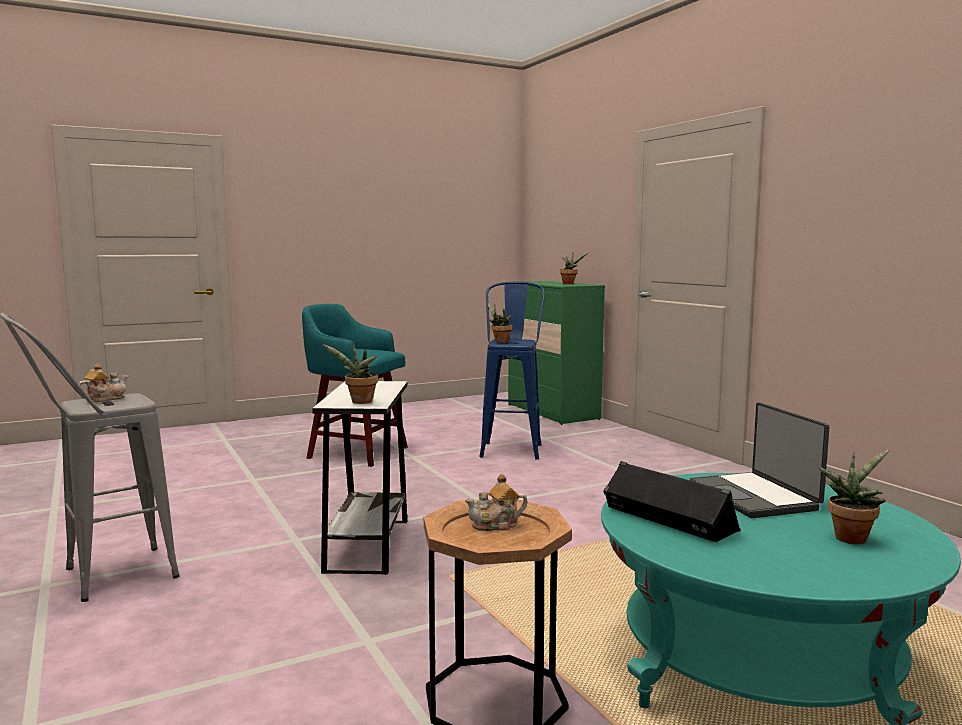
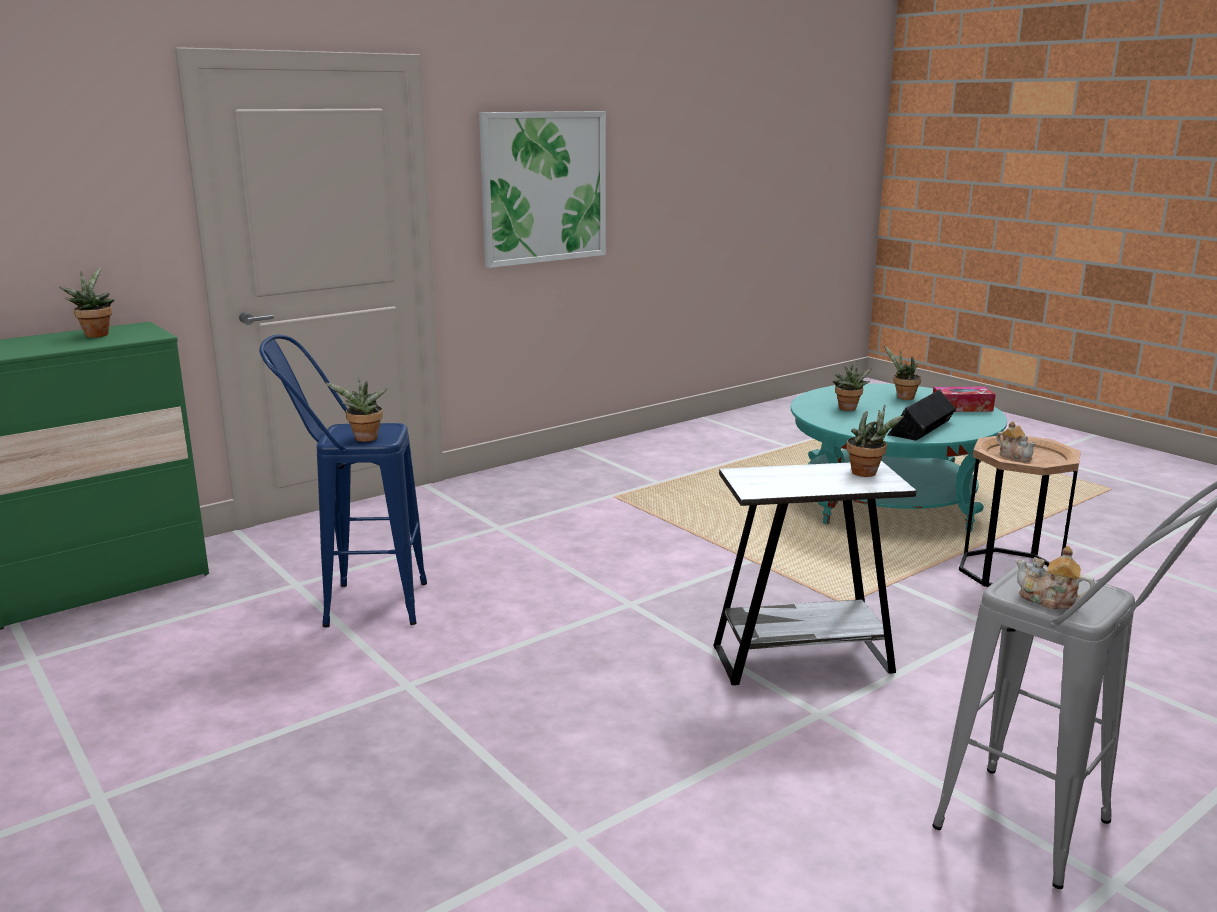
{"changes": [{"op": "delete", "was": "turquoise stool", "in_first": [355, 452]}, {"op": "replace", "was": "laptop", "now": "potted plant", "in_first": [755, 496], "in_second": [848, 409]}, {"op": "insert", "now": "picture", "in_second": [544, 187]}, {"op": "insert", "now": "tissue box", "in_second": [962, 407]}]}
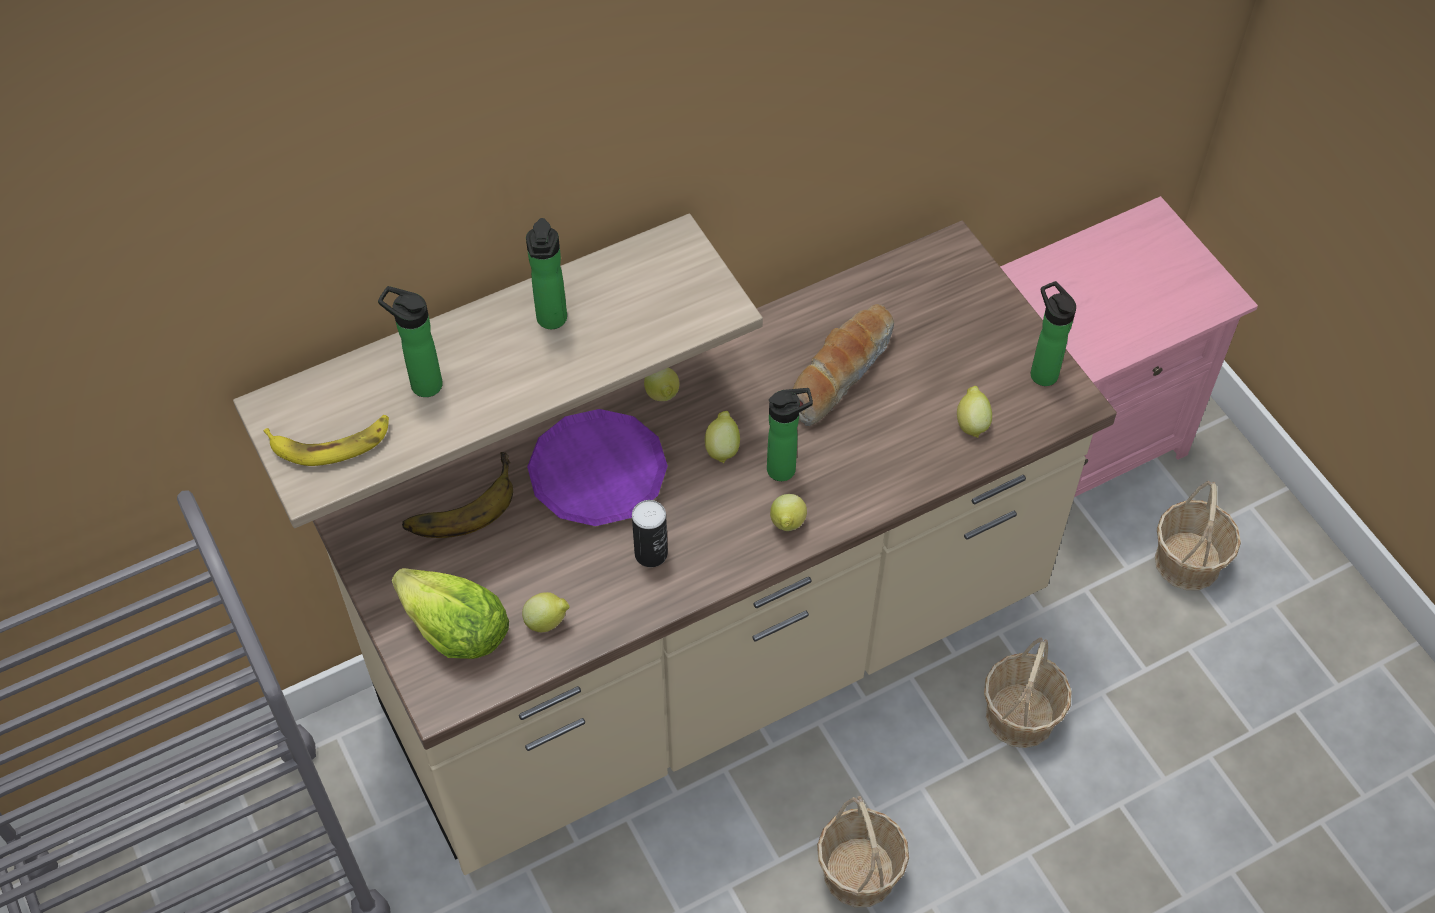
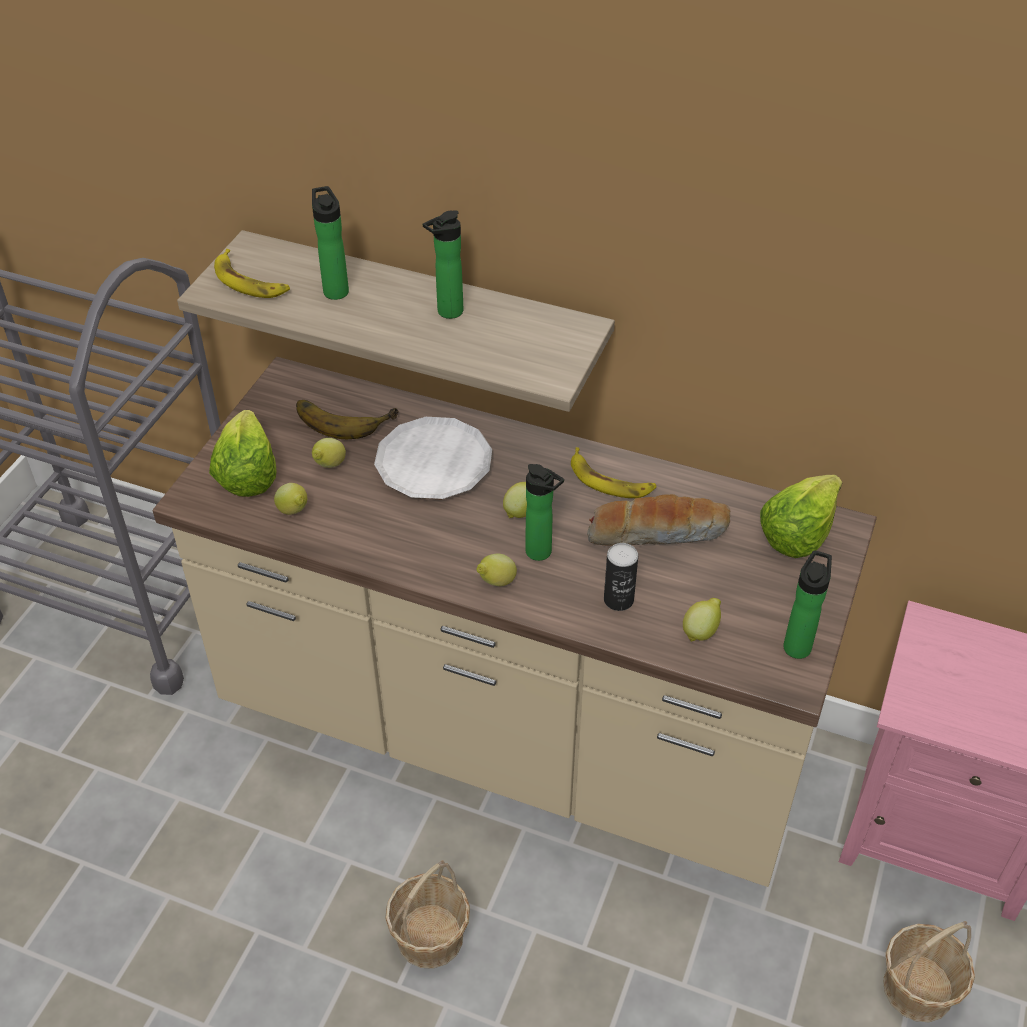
{"changes": [{"op": "move", "was": "lemon", "in_first": [663, 397], "in_second": [329, 466]}, {"op": "recolor", "was": "purple plate", "now": "white plate", "in_first": [598, 473], "in_second": [434, 464]}, {"op": "move", "was": "can", "in_first": [651, 553], "in_second": [618, 600]}, {"op": "delete", "was": "basket", "in_first": [1020, 715]}, {"op": "insert", "now": "banana", "in_second": [610, 480]}, {"op": "insert", "now": "lettuce", "in_second": [797, 532]}]}
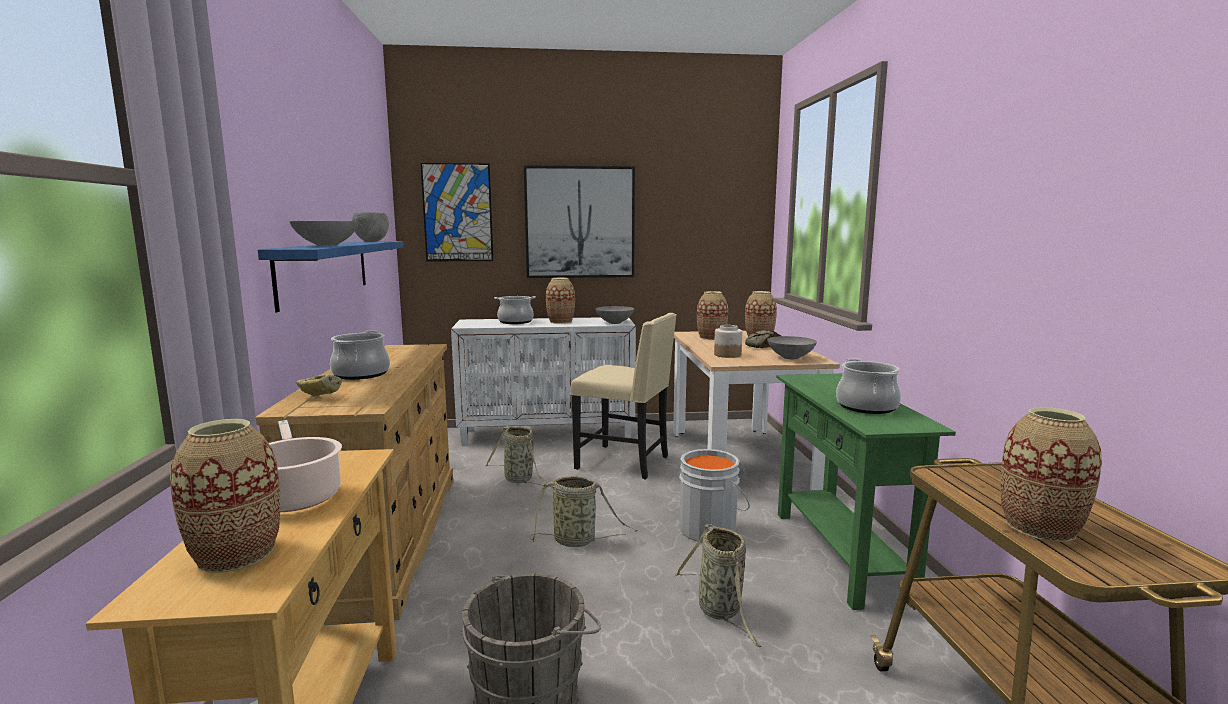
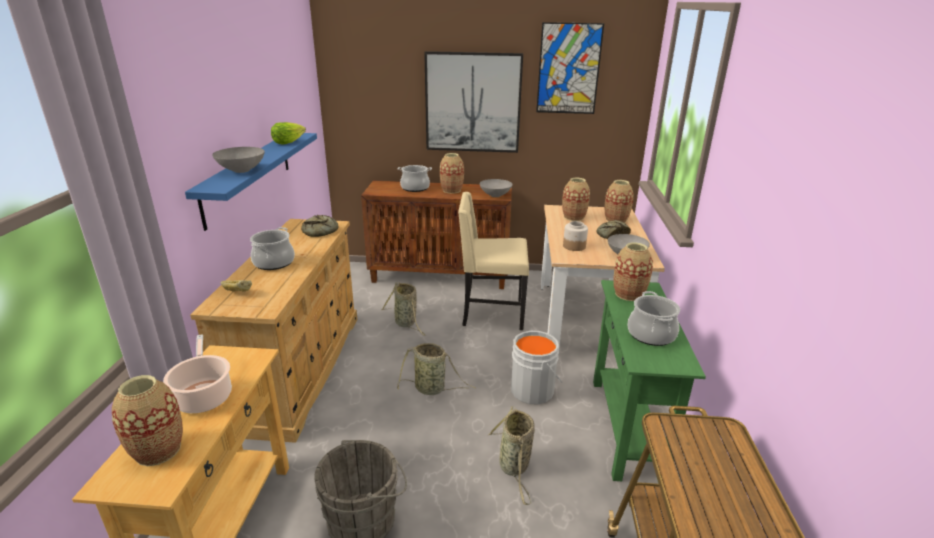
{"changes": [{"op": "move", "was": "picture", "in_first": [457, 213], "in_second": [568, 69]}, {"op": "replace", "was": "grey bowl", "now": "lettuce", "in_first": [372, 241], "in_second": [288, 142]}, {"op": "rotate", "was": "beige chair", "in_first": [625, 463], "in_second": [491, 314], "clockwise": 150}, {"op": "recolor", "was": "white cabinet", "now": "brown cabinet", "in_first": [548, 433], "in_second": [440, 276]}, {"op": "move", "was": "vase", "in_first": [1040, 527], "in_second": [628, 294]}, {"op": "insert", "now": "bread", "in_second": [321, 231]}]}
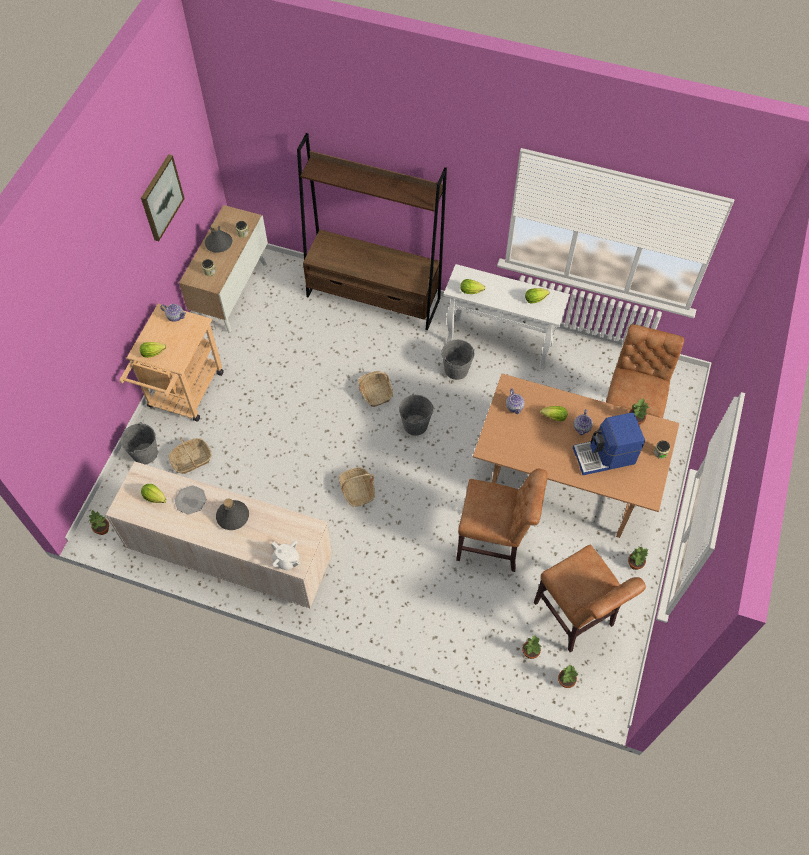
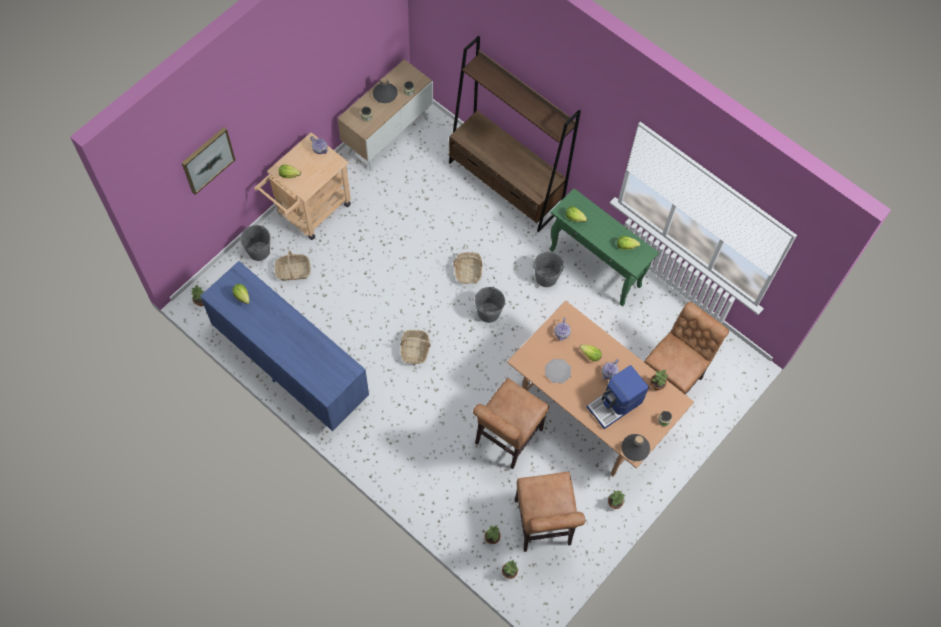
{"changes": [{"op": "move", "was": "picture", "in_first": [161, 197], "in_second": [207, 160]}, {"op": "recolor", "was": "white console table", "now": "green console table", "in_first": [500, 343], "in_second": [596, 268]}, {"op": "rotate", "was": "coffee machine", "in_first": [605, 456], "in_second": [615, 405], "clockwise": -45}, {"op": "recolor", "was": "beige dresser", "now": "blue dresser", "in_first": [230, 557], "in_second": [290, 364]}, {"op": "rotate", "was": "brown chair", "in_first": [494, 543], "in_second": [506, 439], "clockwise": 90}, {"op": "move", "was": "plate", "in_first": [190, 500], "in_second": [558, 371]}, {"op": "move", "was": "grey bottle", "in_first": [232, 516], "in_second": [635, 448]}, {"op": "delete", "was": "white teapot", "in_first": [286, 560]}]}
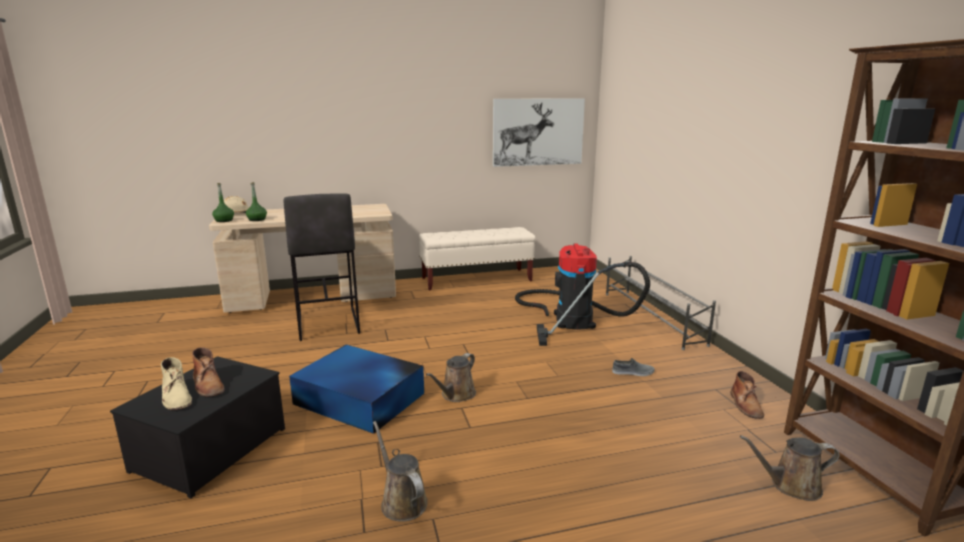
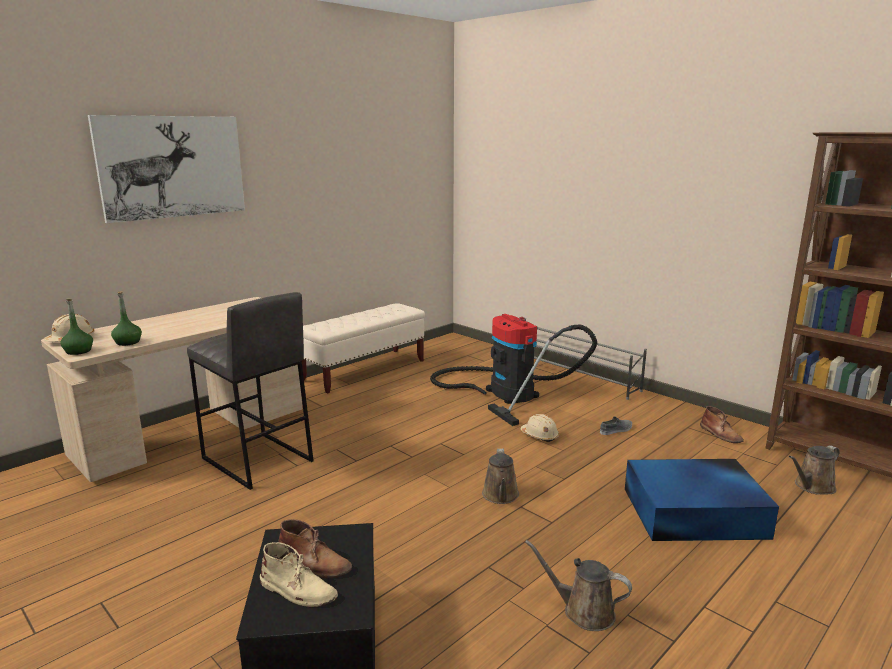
{"changes": [{"op": "move", "was": "picture", "in_first": [538, 132], "in_second": [172, 167]}, {"op": "move", "was": "blue storage box", "in_first": [360, 399], "in_second": [696, 513]}, {"op": "insert", "now": "beige hard hat", "in_second": [540, 435]}]}
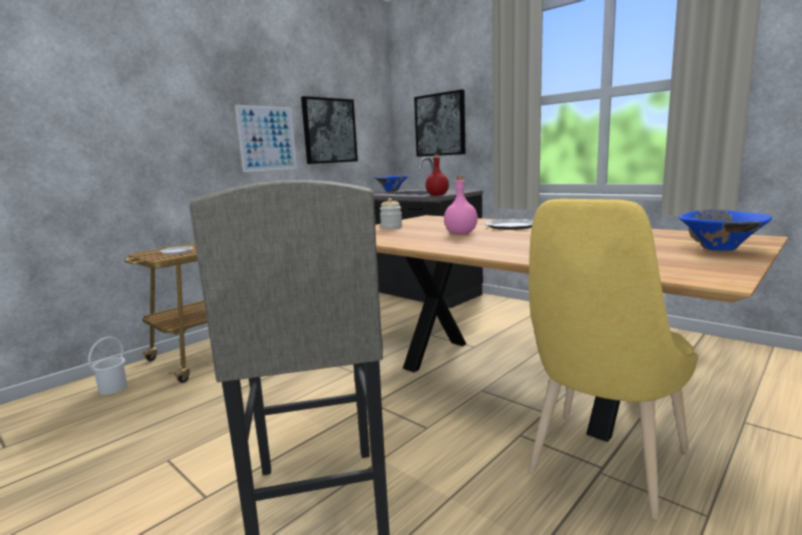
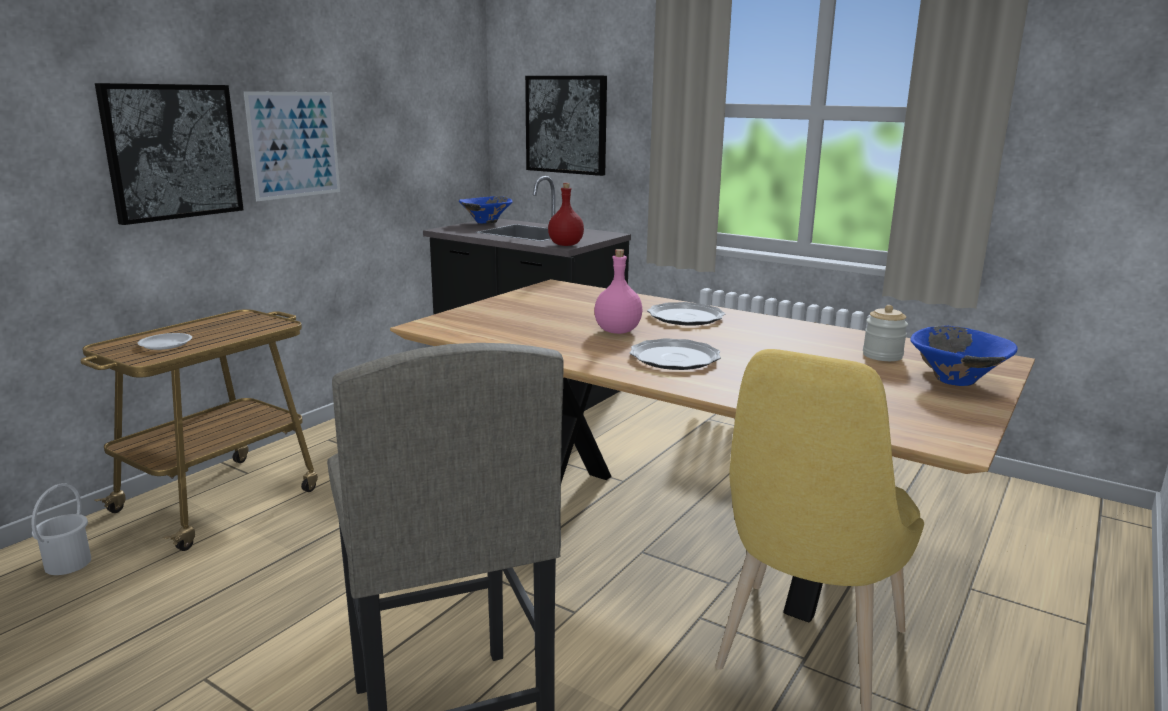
{"changes": [{"op": "move", "was": "picture", "in_first": [329, 131], "in_second": [172, 151]}, {"op": "move", "was": "jar", "in_first": [391, 227], "in_second": [882, 356]}, {"op": "insert", "now": "plate", "in_second": [675, 358]}]}
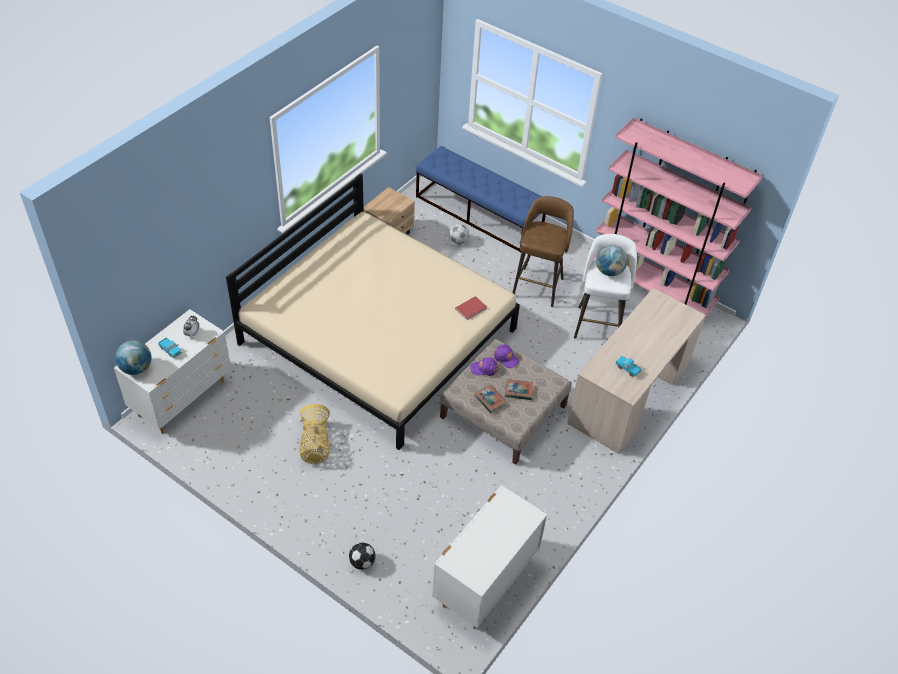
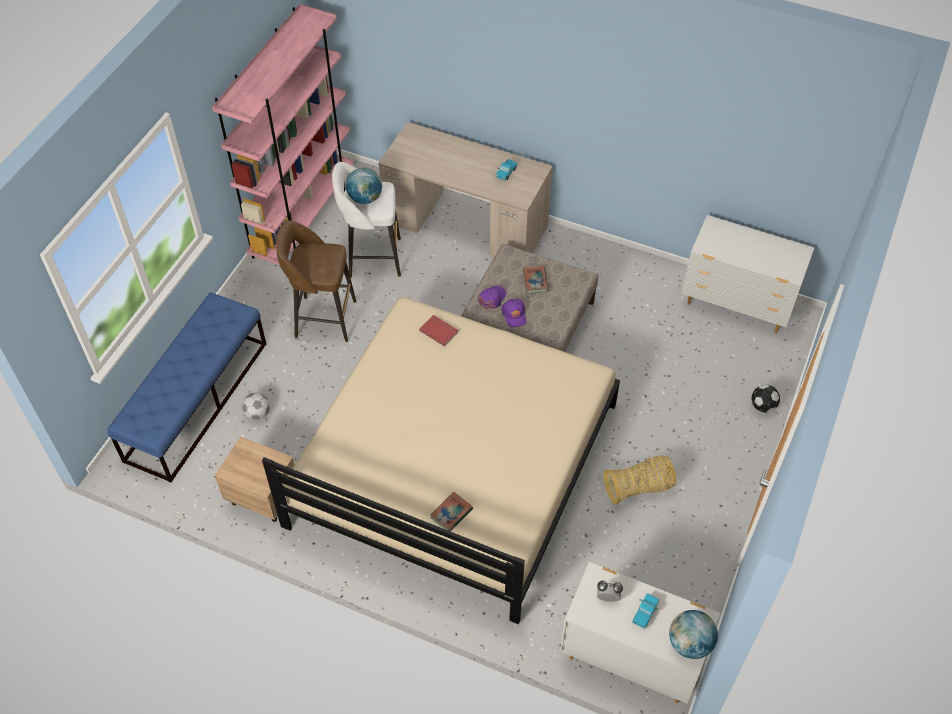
{"changes": [{"op": "move", "was": "book", "in_first": [489, 400], "in_second": [451, 513]}]}
